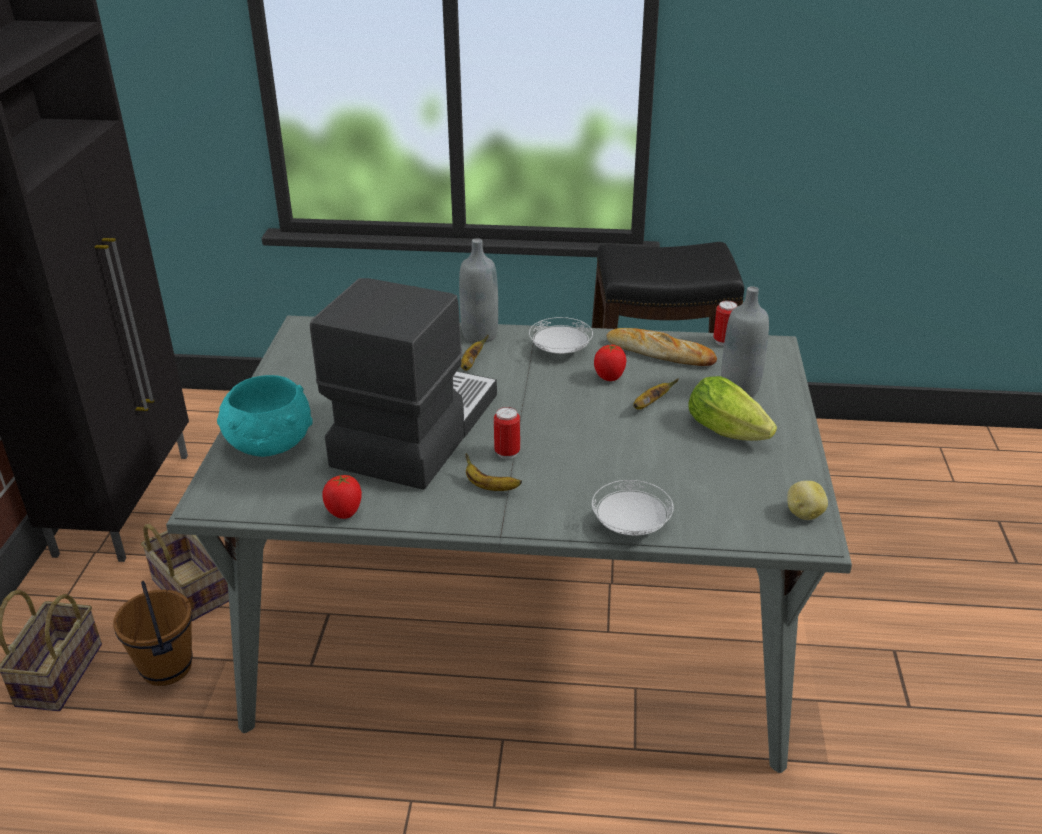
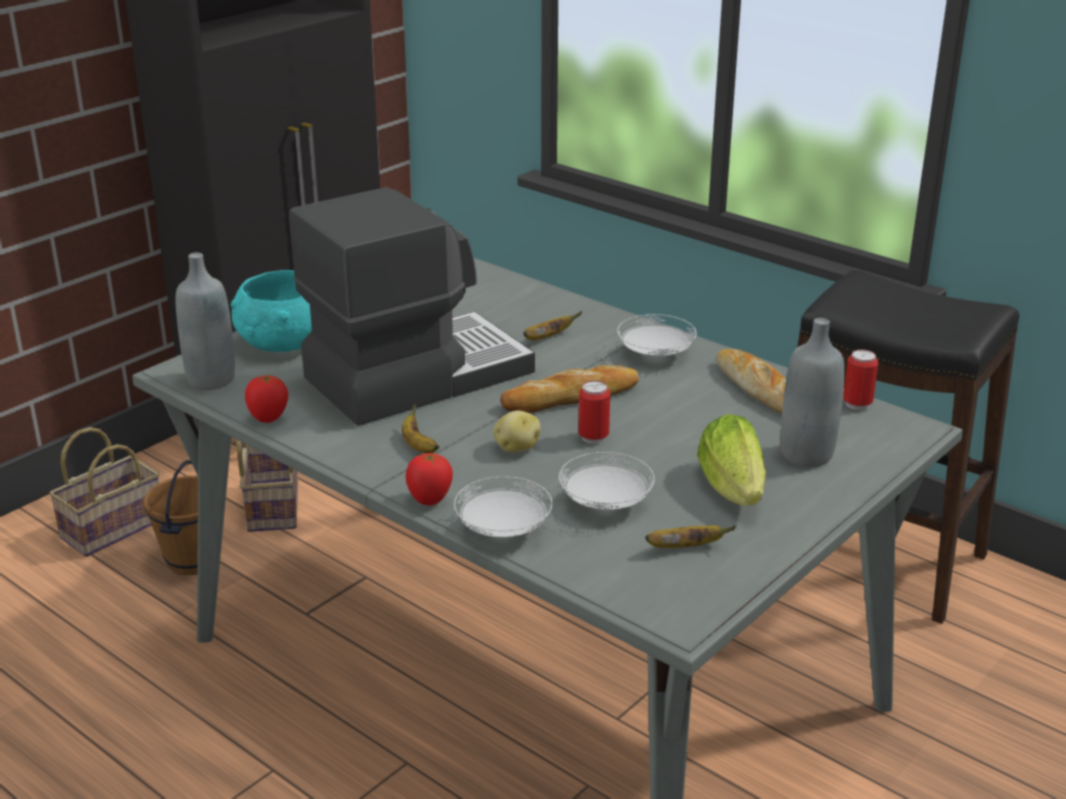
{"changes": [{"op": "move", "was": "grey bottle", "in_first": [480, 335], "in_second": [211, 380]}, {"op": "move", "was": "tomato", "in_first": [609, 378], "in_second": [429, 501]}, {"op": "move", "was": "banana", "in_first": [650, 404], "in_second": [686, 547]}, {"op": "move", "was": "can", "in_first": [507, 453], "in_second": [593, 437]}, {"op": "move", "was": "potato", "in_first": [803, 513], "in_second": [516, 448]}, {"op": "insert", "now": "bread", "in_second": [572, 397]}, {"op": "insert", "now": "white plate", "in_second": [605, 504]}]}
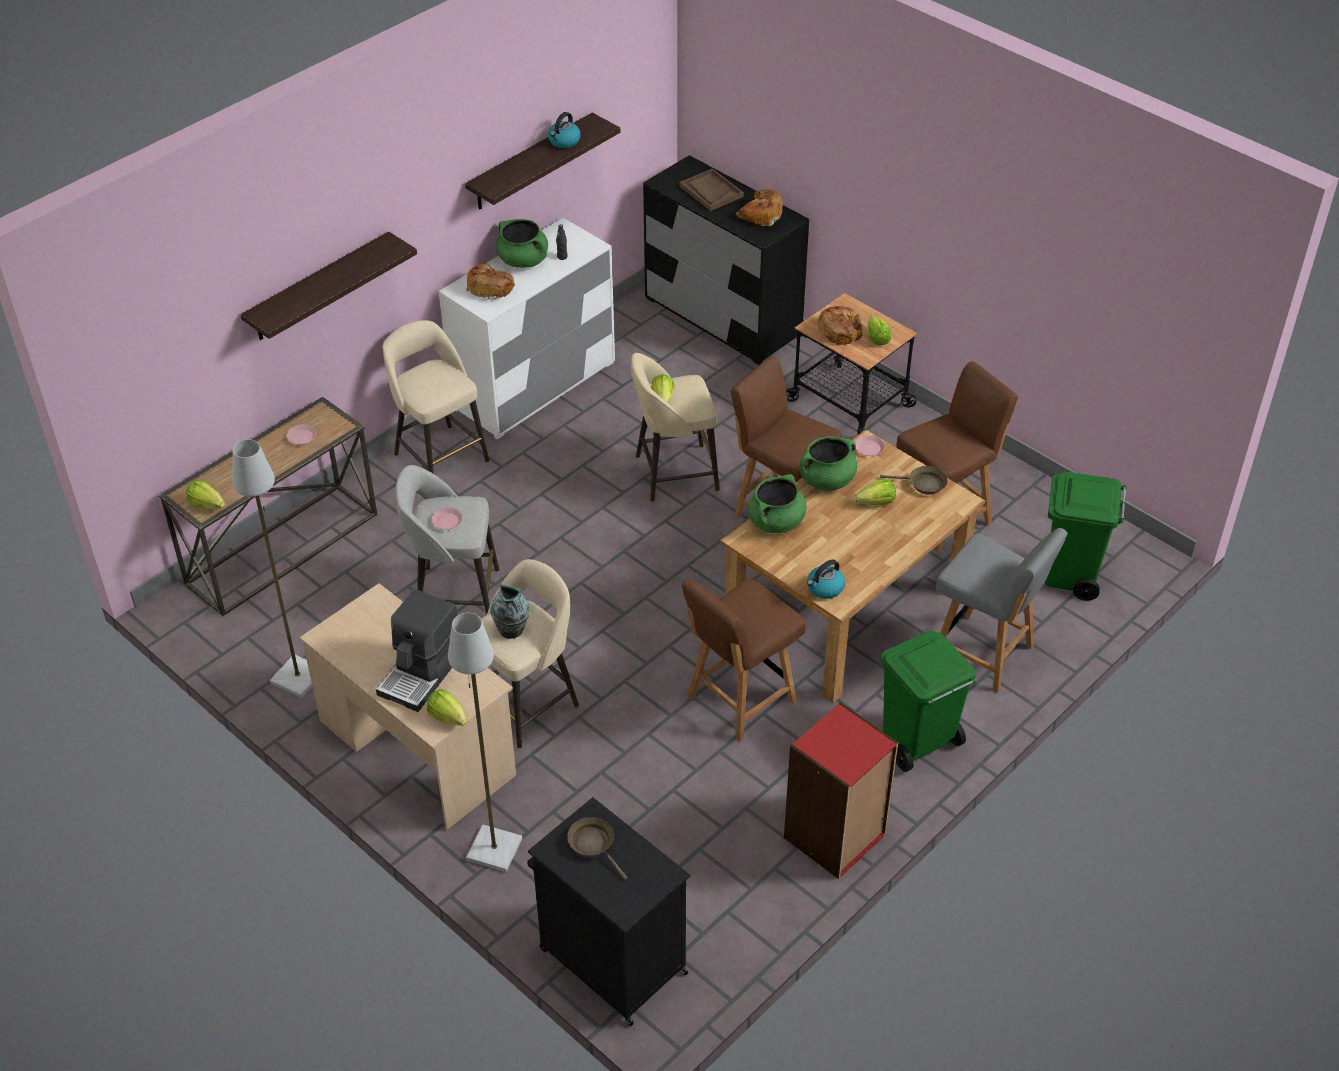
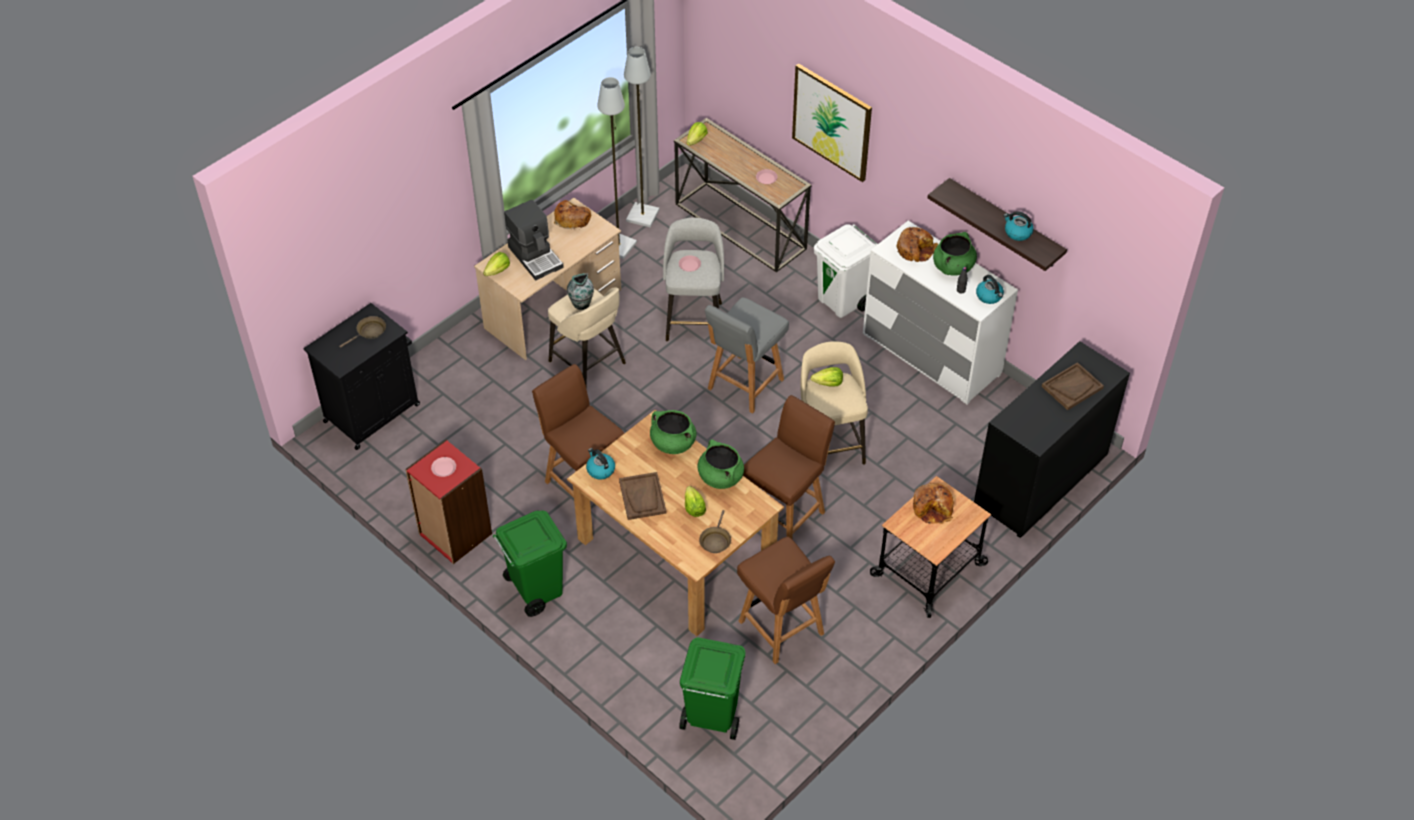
{"changes": [{"op": "move", "was": "bread", "in_first": [760, 214], "in_second": [572, 218]}, {"op": "replace", "was": "shelf", "now": "picture", "in_first": [319, 287], "in_second": [832, 122]}, {"op": "delete", "was": "lettuce", "in_first": [876, 338]}, {"op": "replace", "was": "beige stool", "now": "white trash can", "in_first": [439, 456], "in_second": [842, 302]}, {"op": "move", "was": "pink plate", "in_first": [869, 448], "in_second": [444, 468]}, {"op": "move", "was": "grey chair", "in_first": [984, 654], "in_second": [744, 385]}, {"op": "rotate", "was": "coffee machine", "in_first": [421, 674], "in_second": [536, 256], "clockwise": -150}, {"op": "move", "was": "grey floor lamp", "in_first": [493, 850], "in_second": [642, 215]}, {"op": "insert", "now": "kettle", "in_second": [989, 296]}, {"op": "insert", "now": "brown tray", "in_second": [642, 497]}]}
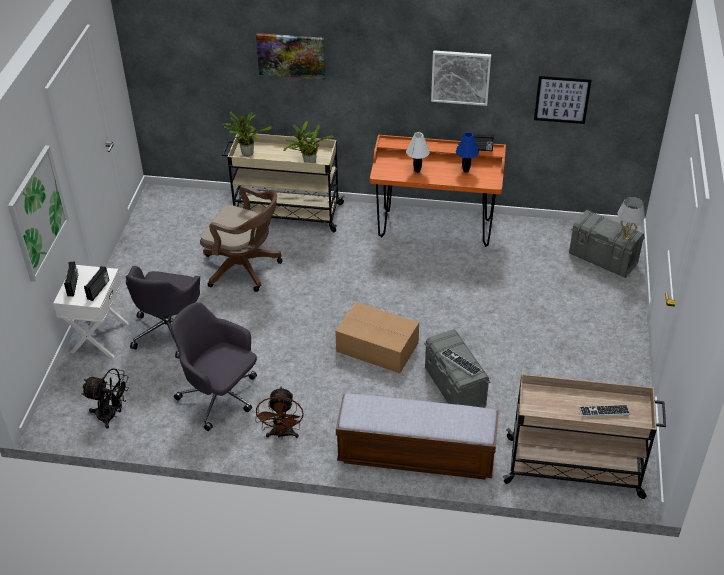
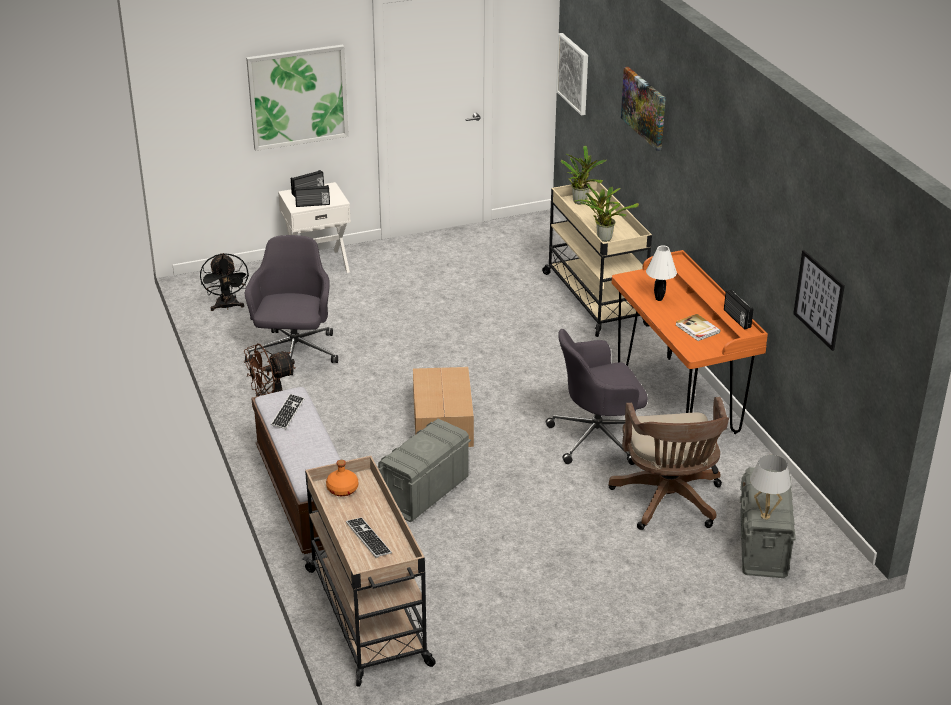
{"changes": [{"op": "move", "was": "picture", "in_first": [460, 77], "in_second": [573, 73]}, {"op": "replace", "was": "blue table lamp", "now": "book", "in_first": [466, 170], "in_second": [697, 329]}, {"op": "move", "was": "brown office chair", "in_first": [245, 268], "in_second": [668, 502]}, {"op": "move", "was": "grey office chair", "in_first": [170, 330], "in_second": [597, 438]}, {"op": "move", "was": "keyboard", "in_first": [460, 363], "in_second": [288, 412]}, {"op": "insert", "now": "orange bottle", "in_second": [342, 489]}]}
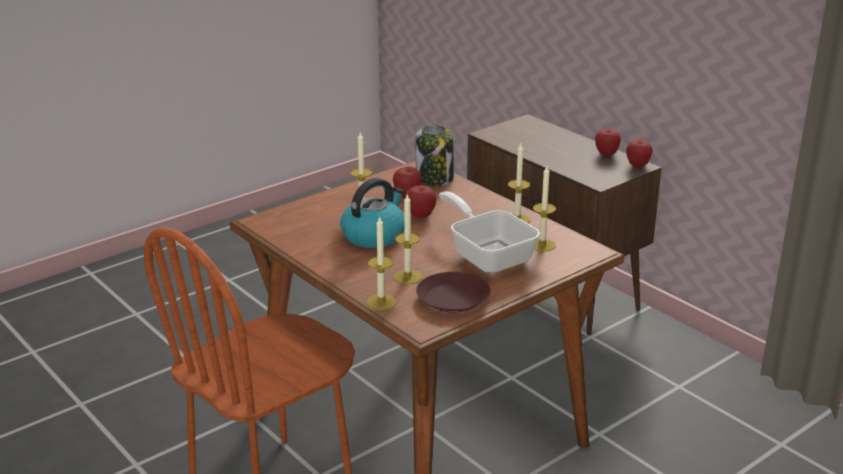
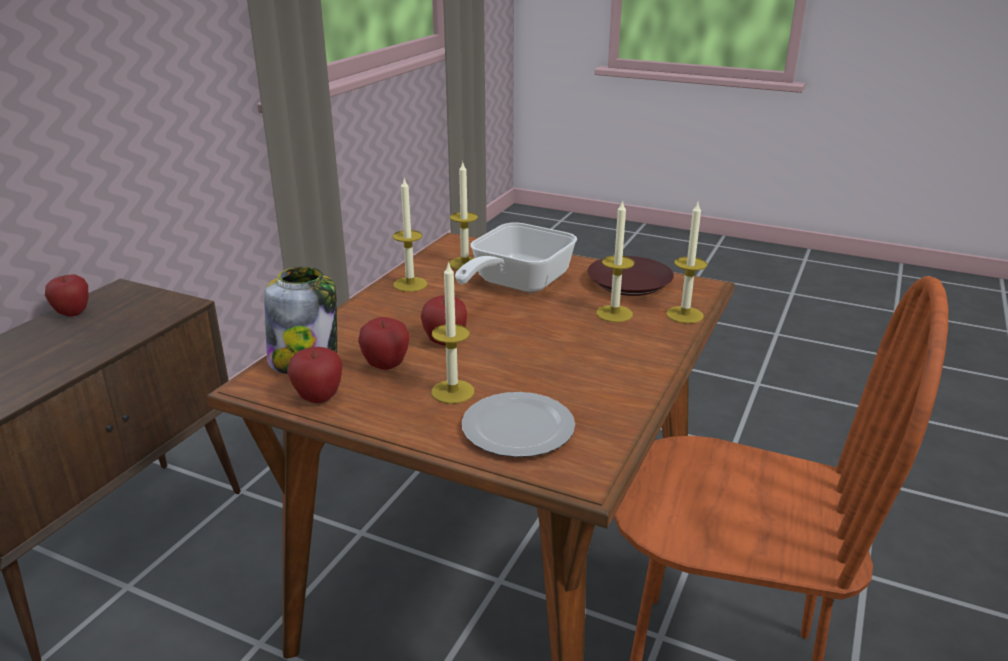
{"changes": [{"op": "move", "was": "apple", "in_first": [637, 165], "in_second": [318, 398]}, {"op": "delete", "was": "kettle", "in_first": [374, 235]}, {"op": "insert", "now": "plate", "in_second": [516, 428]}]}
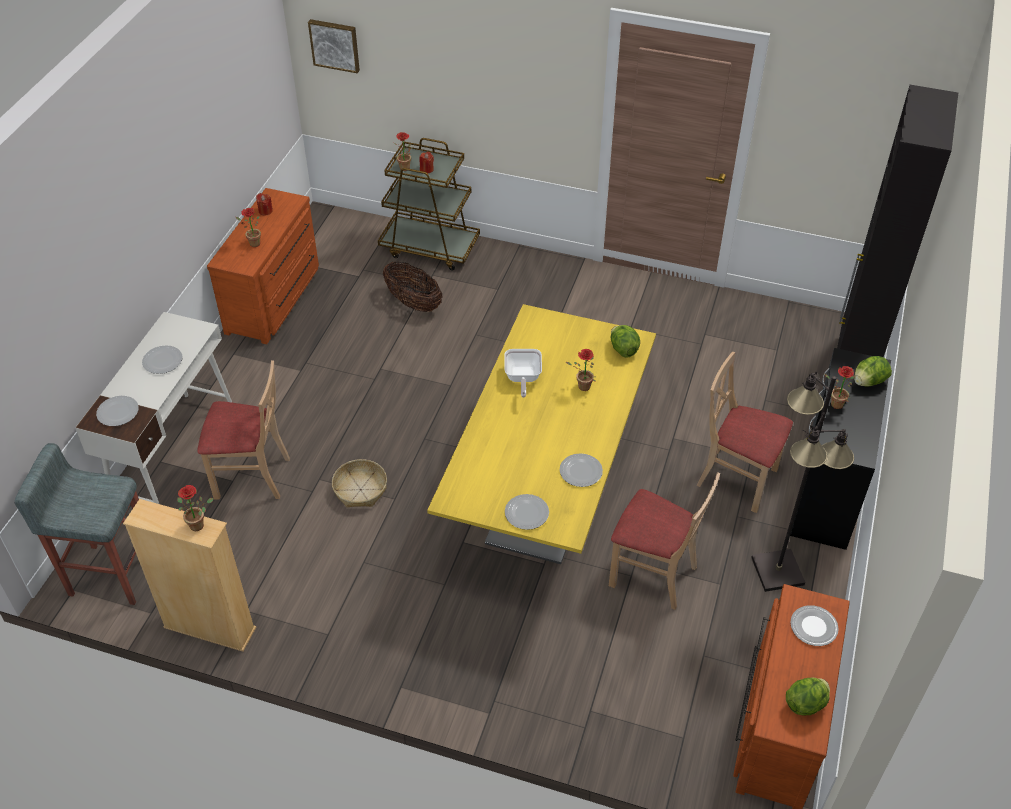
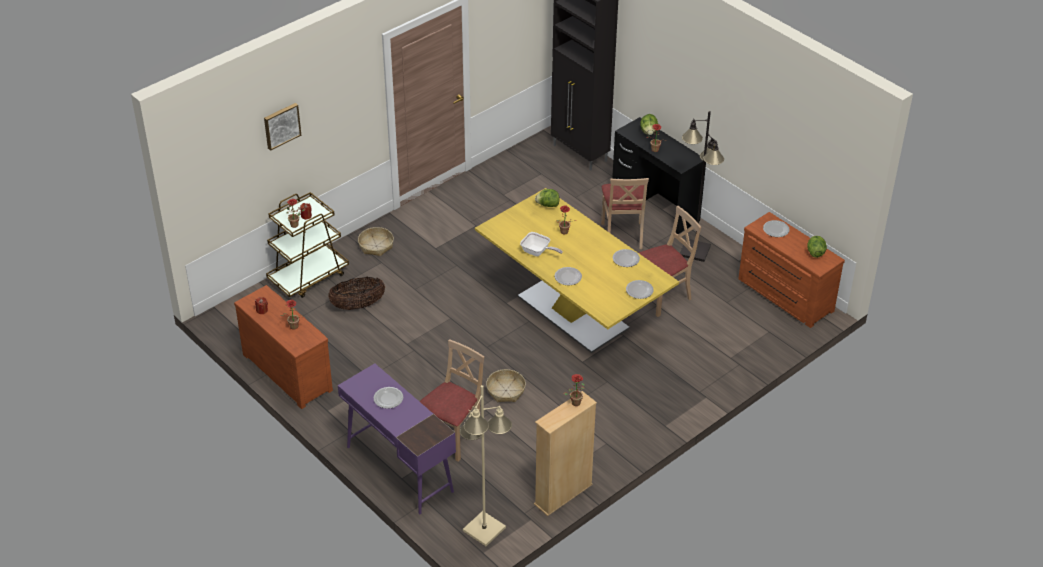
{"changes": [{"op": "move", "was": "picture", "in_first": [335, 45], "in_second": [281, 125]}, {"op": "recolor", "was": "white desk", "now": "purple desk", "in_first": [175, 452], "in_second": [399, 468]}, {"op": "rotate", "was": "beige chair", "in_first": [737, 479], "in_second": [622, 235], "clockwise": -60}, {"op": "move", "was": "plate", "in_first": [118, 412], "in_second": [568, 277]}, {"op": "replace", "was": "grey stool", "now": "beige floor lamp", "in_first": [112, 573], "in_second": [483, 529]}, {"op": "insert", "now": "basket", "in_second": [376, 246]}]}
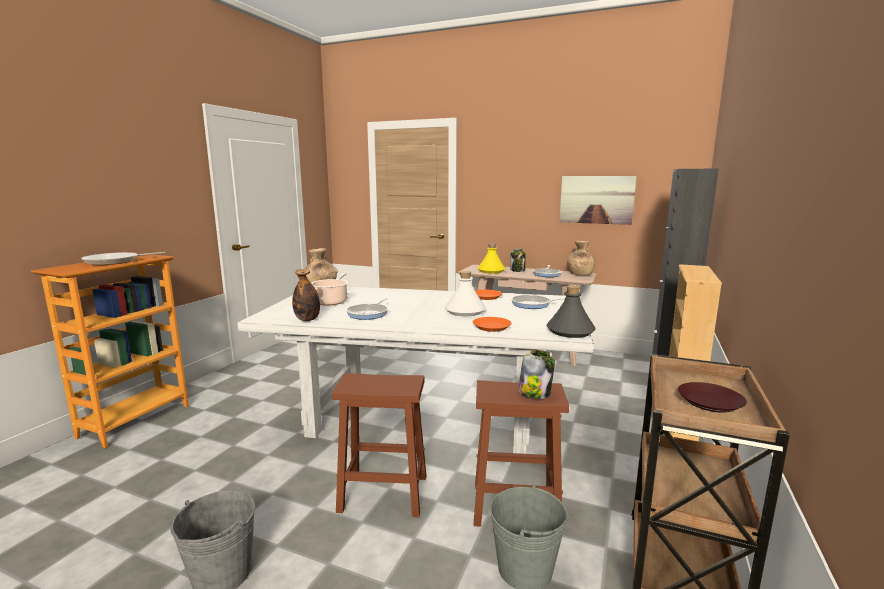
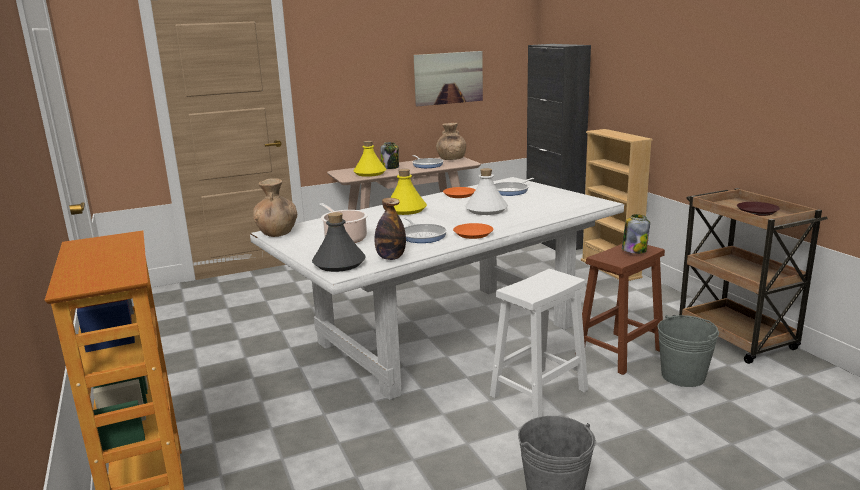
{"changes": [{"op": "delete", "was": "frying pan", "in_first": [115, 261]}, {"op": "move", "was": "grey bottle", "in_first": [570, 331], "in_second": [338, 264]}, {"op": "move", "was": "orange plate", "in_first": [491, 327], "in_second": [473, 234]}, {"op": "recolor", "was": "brown stool", "now": "white stool", "in_first": [382, 493], "in_second": [538, 394]}, {"op": "insert", "now": "yellow bottle", "in_second": [406, 210]}]}
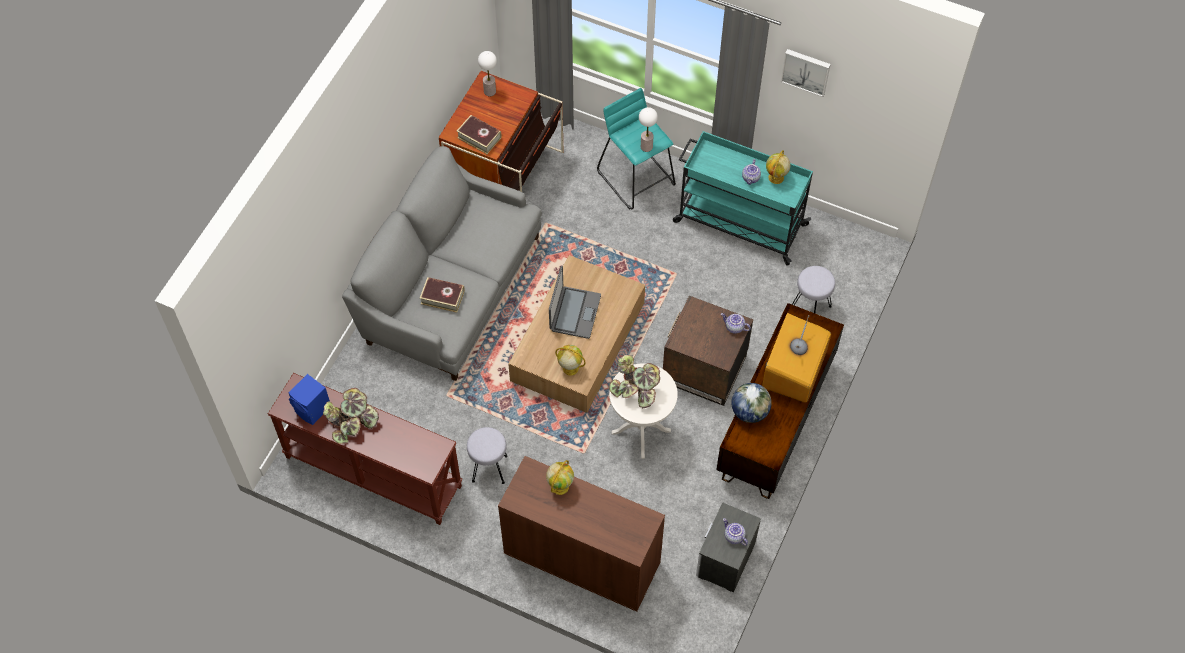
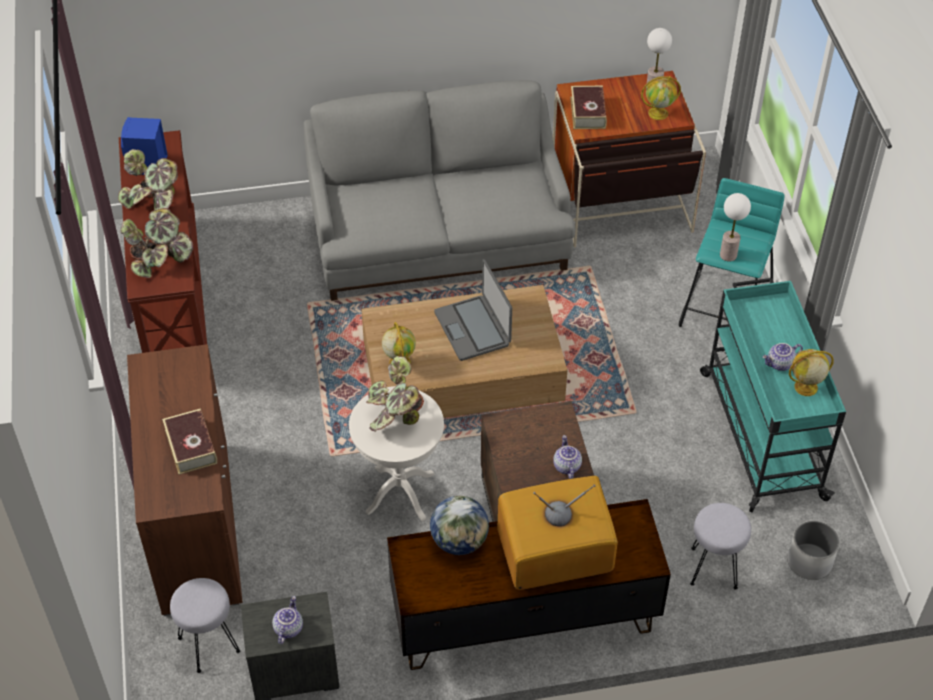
{"changes": [{"op": "delete", "was": "picture", "in_first": [806, 71]}, {"op": "rotate", "was": "laptop", "in_first": [574, 313], "in_second": [473, 328], "clockwise": 90}, {"op": "move", "was": "book", "in_first": [442, 297], "in_second": [191, 446]}, {"op": "move", "was": "grey stool", "in_first": [489, 468], "in_second": [209, 643]}, {"op": "move", "was": "globe", "in_first": [560, 486], "in_second": [658, 113]}, {"op": "insert", "now": "potted plant", "in_second": [159, 258]}, {"op": "insert", "now": "white planter", "in_second": [809, 562]}]}
